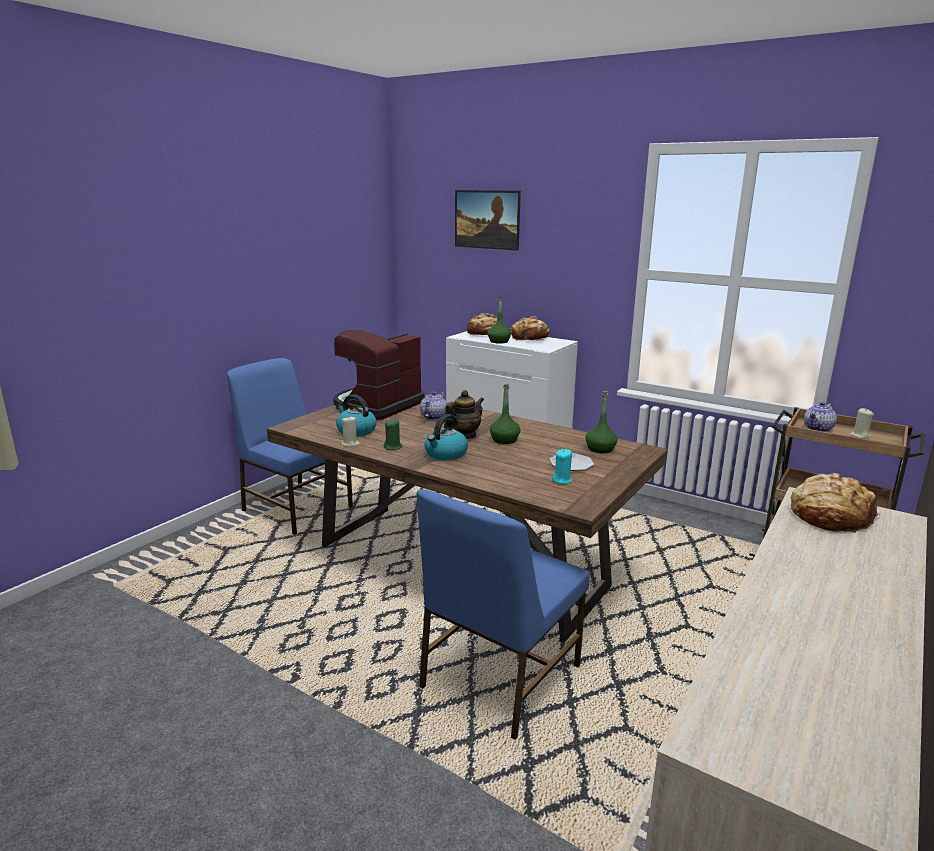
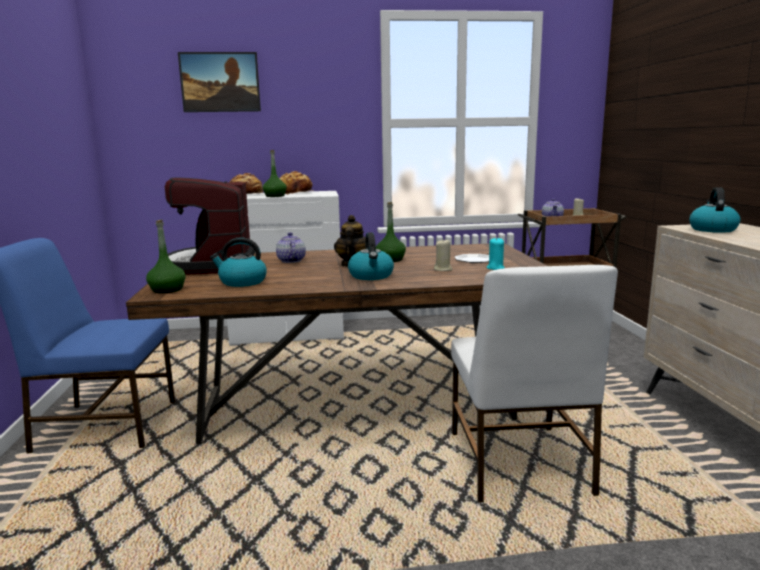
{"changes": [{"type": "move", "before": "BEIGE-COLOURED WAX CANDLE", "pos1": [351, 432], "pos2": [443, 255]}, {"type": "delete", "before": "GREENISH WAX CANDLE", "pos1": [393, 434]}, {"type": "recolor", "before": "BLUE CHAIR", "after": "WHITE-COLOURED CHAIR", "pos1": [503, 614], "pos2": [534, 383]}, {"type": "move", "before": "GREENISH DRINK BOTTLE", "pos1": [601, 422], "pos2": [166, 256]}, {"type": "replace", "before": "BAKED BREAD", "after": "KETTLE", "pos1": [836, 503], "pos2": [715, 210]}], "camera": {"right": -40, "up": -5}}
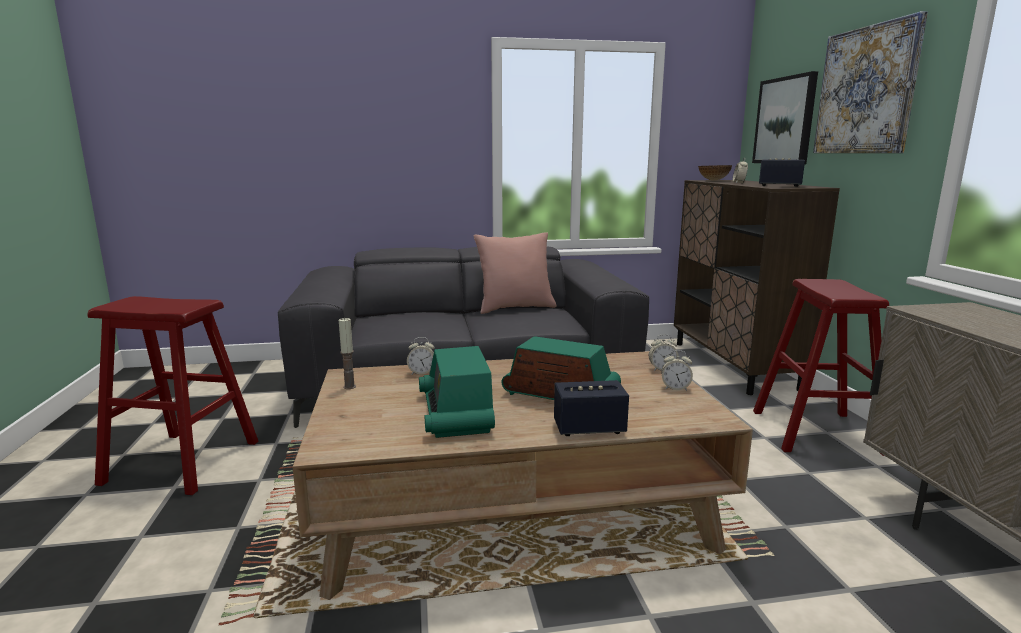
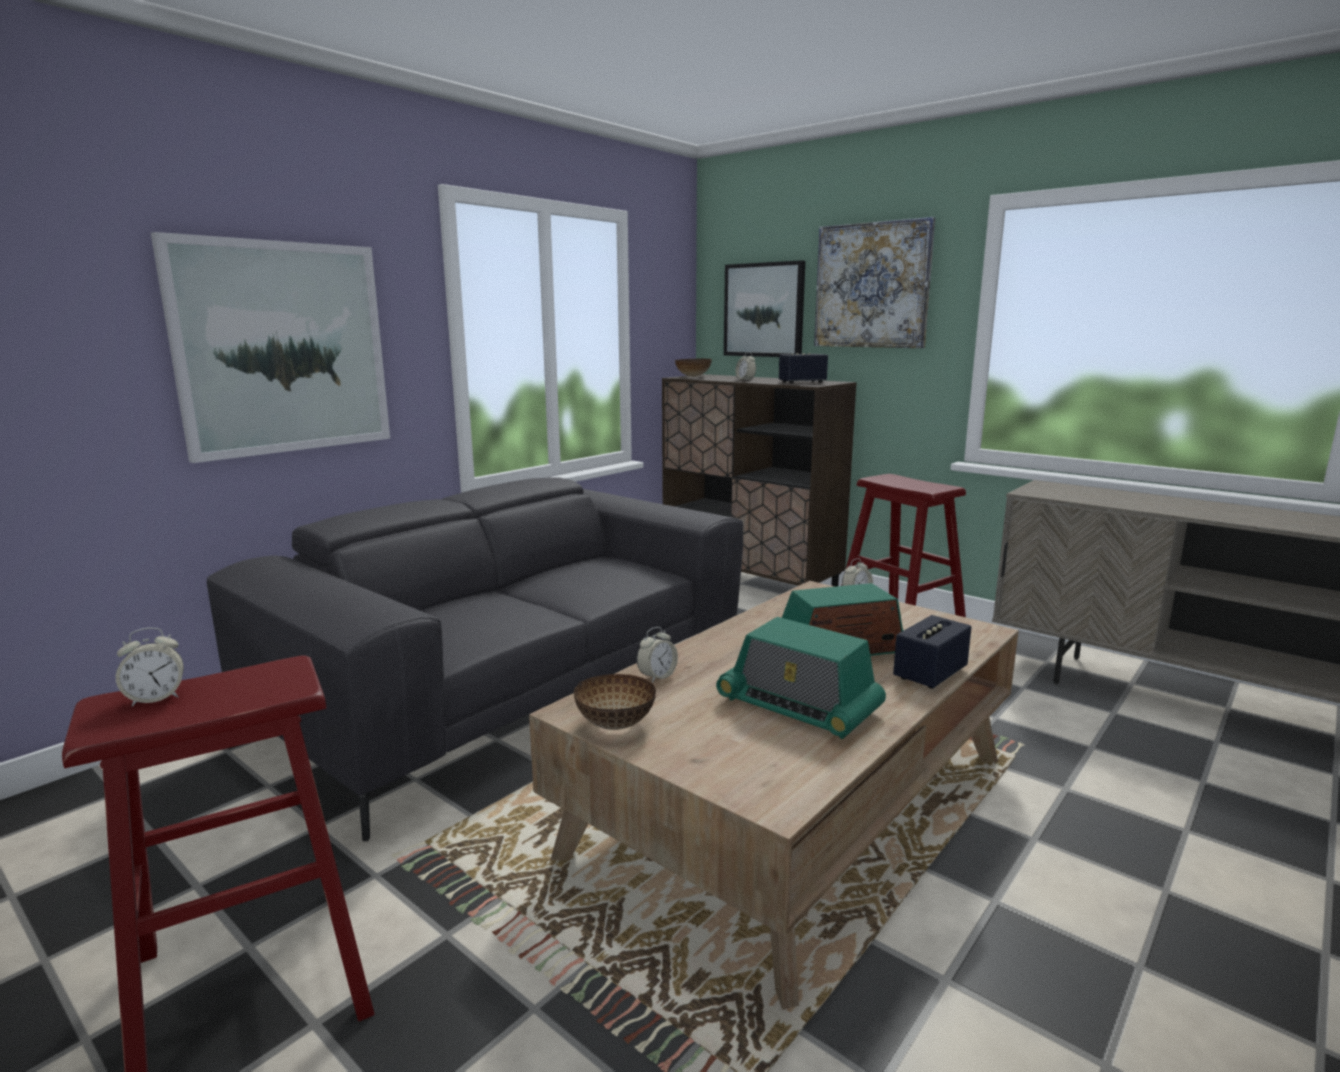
{"changes": [{"type": "replace", "before": "WAX CANDLE", "after": "BOWL", "pos1": [347, 353], "pos2": [615, 702]}, {"type": "delete", "before": "PINK-COLOURED THROW PILLOW", "pos1": [515, 273]}, {"type": "move", "before": "ALARM CLOCK", "pos1": [677, 370], "pos2": [150, 667]}, {"type": "insert", "after": "PICTURE", "pos2": [270, 347]}], "camera": {"right": -40, "up": 0}}
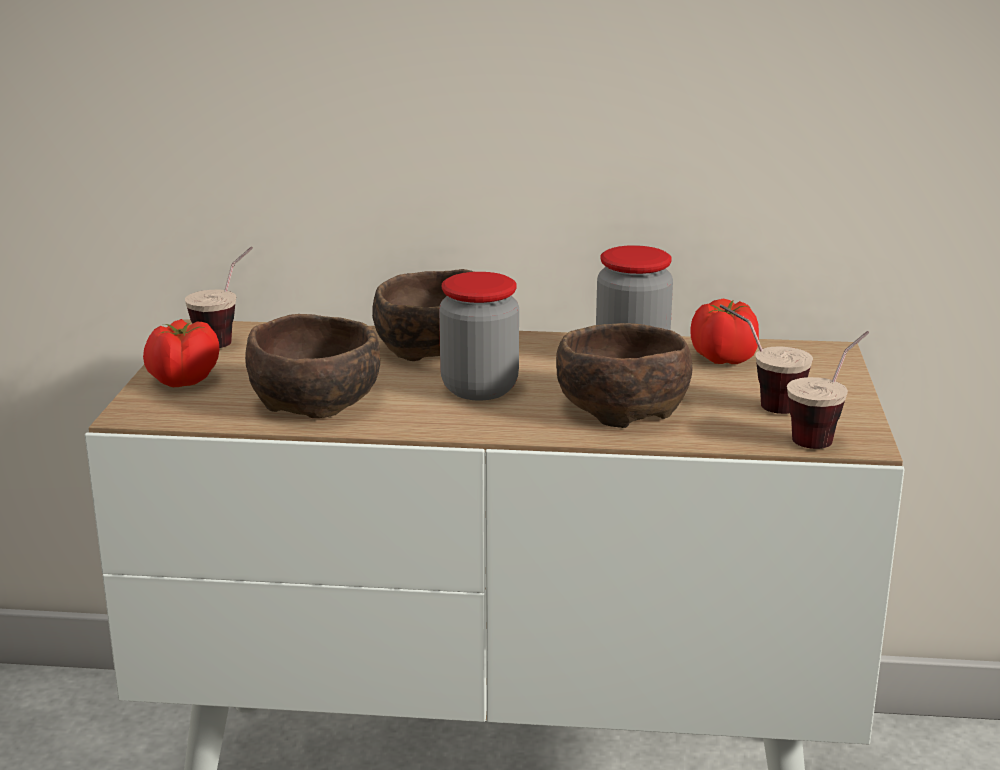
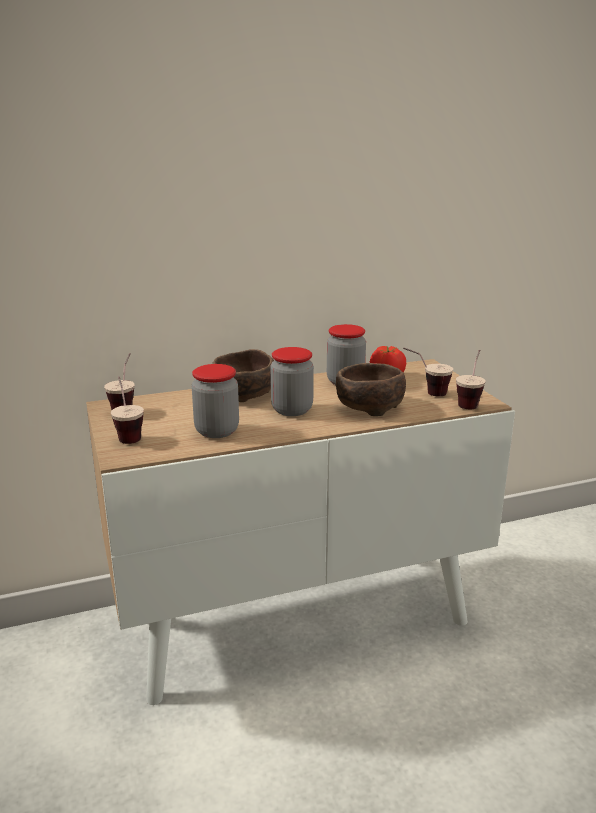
{"changes": [{"type": "replace", "before": "WHOLE TOMATO", "after": "CUP", "pos1": [181, 353], "pos2": [127, 410]}, {"type": "replace", "before": "BROWN BOWL", "after": "STORAGE JAR", "pos1": [312, 366], "pos2": [215, 401]}], "camera": {"right": -25, "up": 0}}
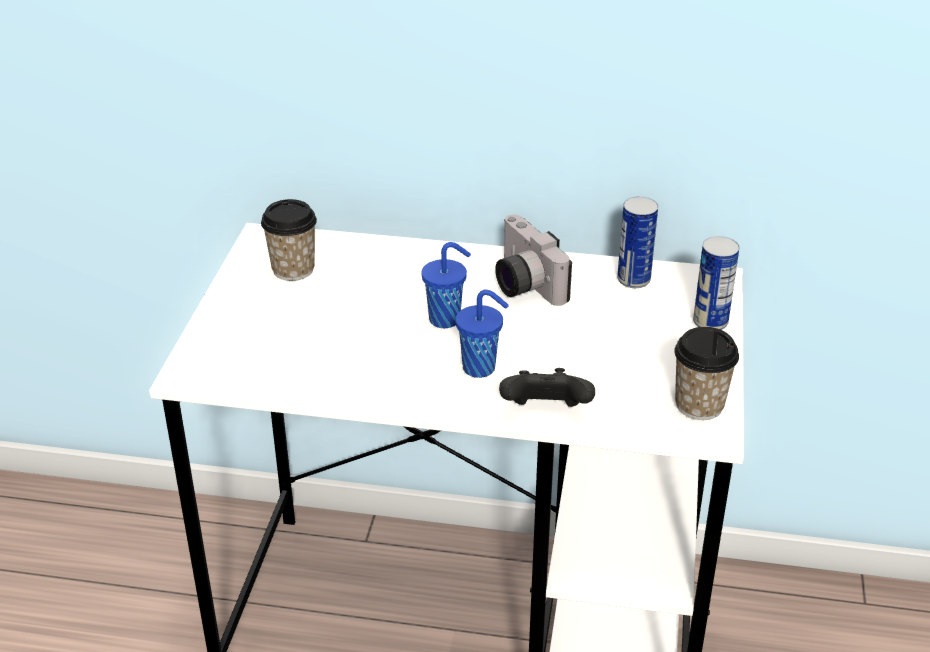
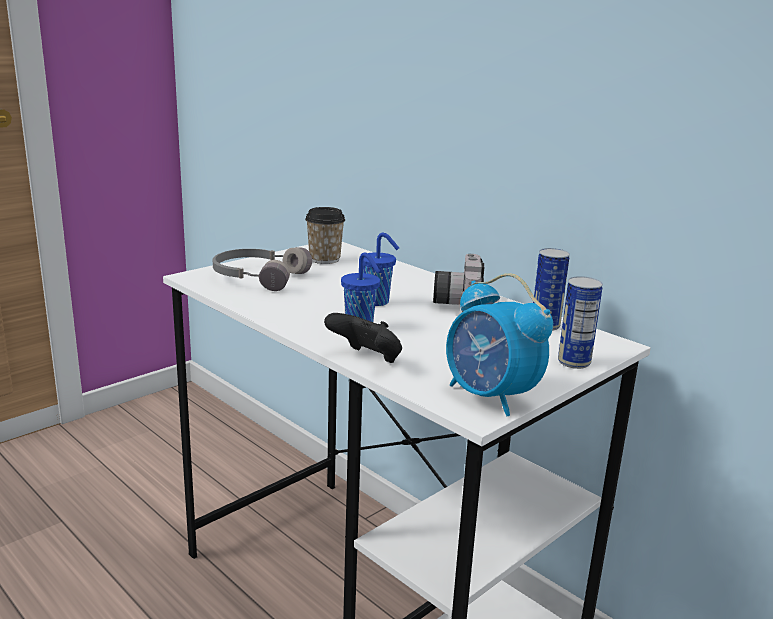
{"changes": [{"type": "replace", "before": "CUP", "after": "ALARM CLOCK", "pos1": [706, 373], "pos2": [499, 344]}, {"type": "insert", "after": "GRAY PAIR OF HEADPHONES", "pos2": [262, 269]}], "camera": {"right": 35, "up": -15}}
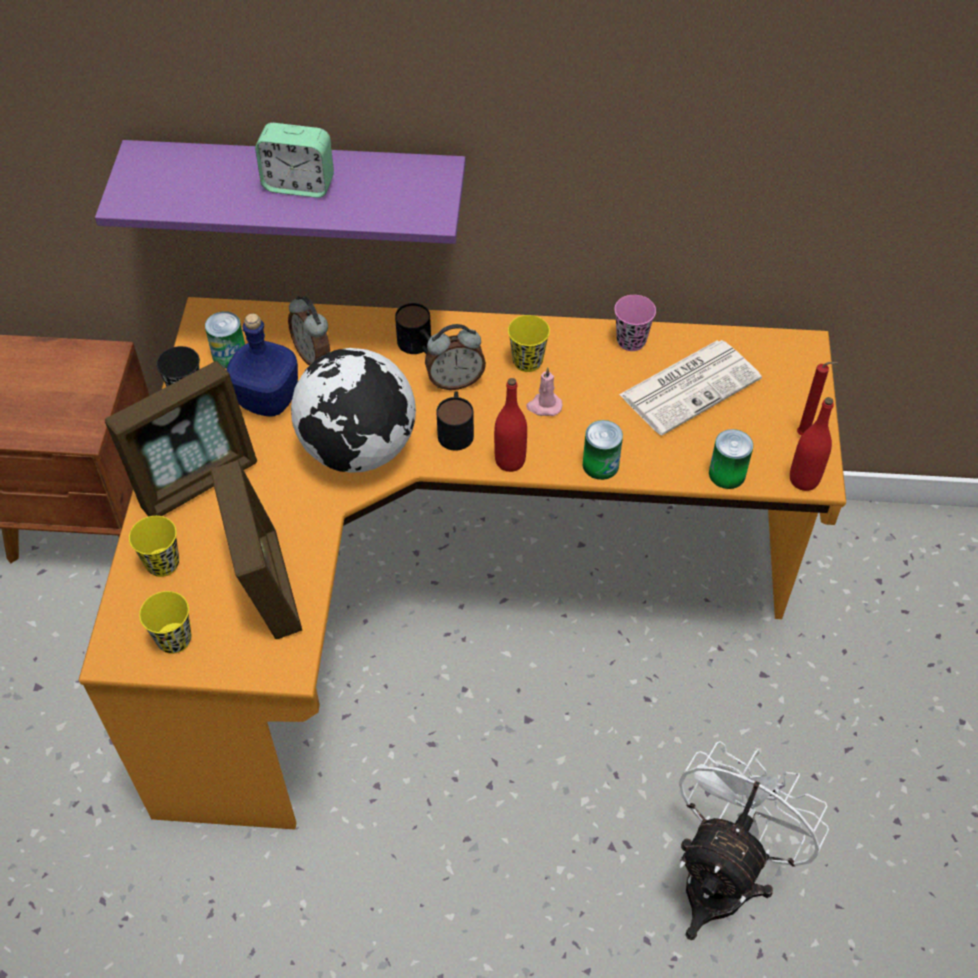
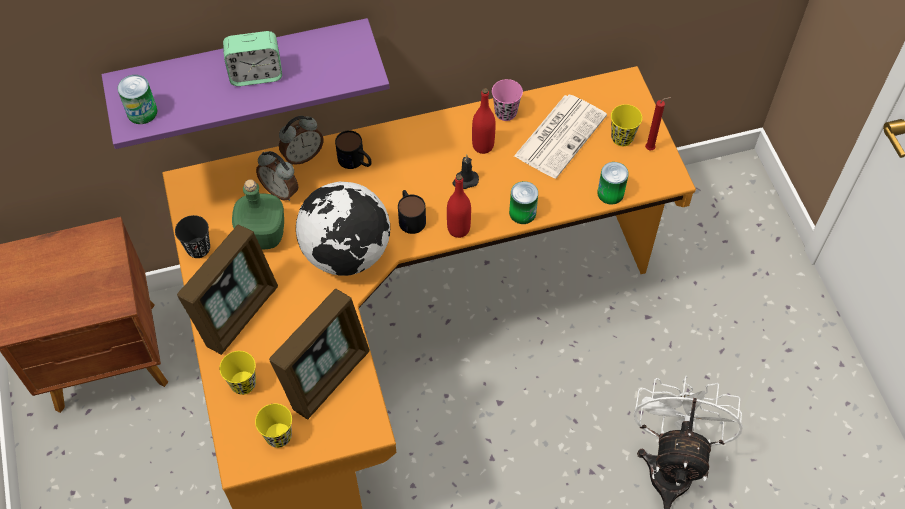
{"changes": [{"type": "move", "before": "SEALED CAN", "pos1": [225, 340], "pos2": [137, 99]}, {"type": "rotate", "before": "PICTURE FRAME", "pos1": [256, 549], "pos2": [319, 354], "turn": 75}, {"type": "recolor", "before": "BLUE DRINK BOTTLE", "after": "GREENISH DRINK BOTTLE", "pos1": [262, 365], "pos2": [258, 214]}, {"type": "move", "before": "ALARM CLOCK", "pos1": [455, 357], "pos2": [301, 140]}, {"type": "move", "before": "YELLOW-COLOURED CUP", "pos1": [529, 343], "pos2": [626, 125]}, {"type": "recolor", "before": "PINK-COLOURED WAX CANDLE", "after": "BLACK WAX CANDLE", "pos1": [544, 391], "pos2": [465, 172]}, {"type": "move", "before": "RED DRINK BOTTLE", "pos1": [812, 444], "pos2": [484, 121]}], "camera": {"right": -20, "up": 5}}
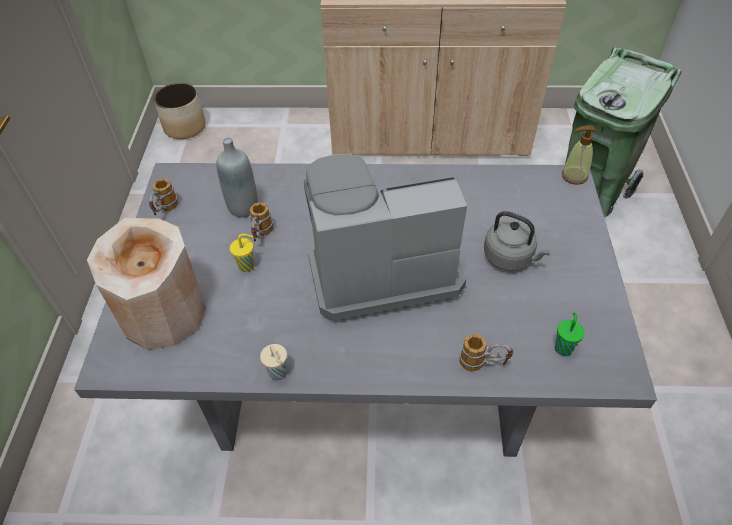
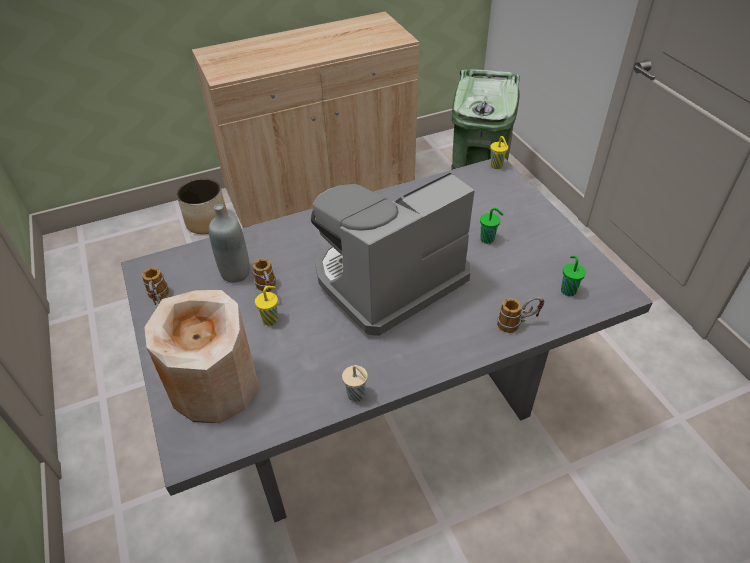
{"changes": [{"type": "move", "before": "FLOWER POT", "pos1": [180, 111], "pos2": [202, 206]}, {"type": "replace", "before": "GRAY KETTLE", "after": "GREENISH CUP", "pos1": [517, 241], "pos2": [492, 226]}, {"type": "replace", "before": "SOAP BOTTLE", "after": "YELLOW-COLOURED CUP", "pos1": [579, 155], "pos2": [499, 152]}], "camera": {"right": -25, "up": -5}}
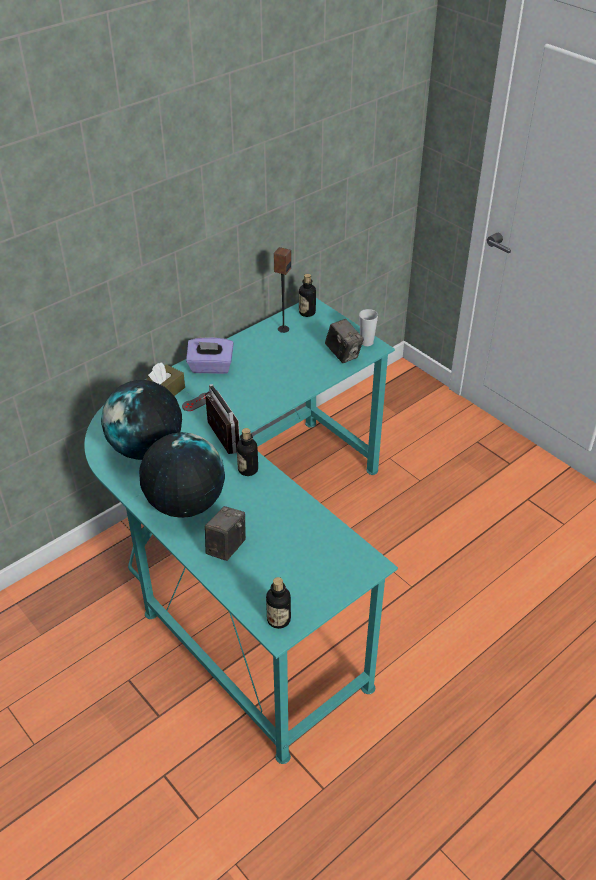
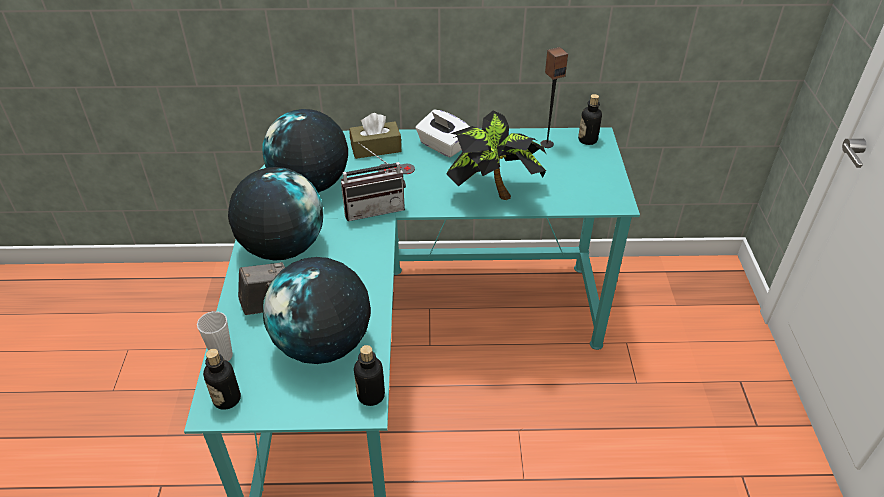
{"changes": [{"type": "recolor", "before": "PURPLE TISSUE HOLDER", "after": "WHITE-COLOURED TISSUE HOLDER", "pos1": [210, 355], "pos2": [442, 134]}, {"type": "rotate", "before": "RADIO SET", "pos1": [220, 419], "pos2": [373, 182], "turn": 60}, {"type": "move", "before": "DRINK BOTTLE", "pos1": [247, 452], "pos2": [369, 375]}, {"type": "delete", "before": "STILL CAMERA", "pos1": [344, 341]}, {"type": "move", "before": "CUP", "pos1": [368, 327], "pos2": [215, 336]}, {"type": "insert", "after": "DESK GLOBE", "pos2": [317, 310]}, {"type": "insert", "after": "POTTED PLANT", "pos2": [496, 155]}], "camera": {"right": 40, "up": 0}}
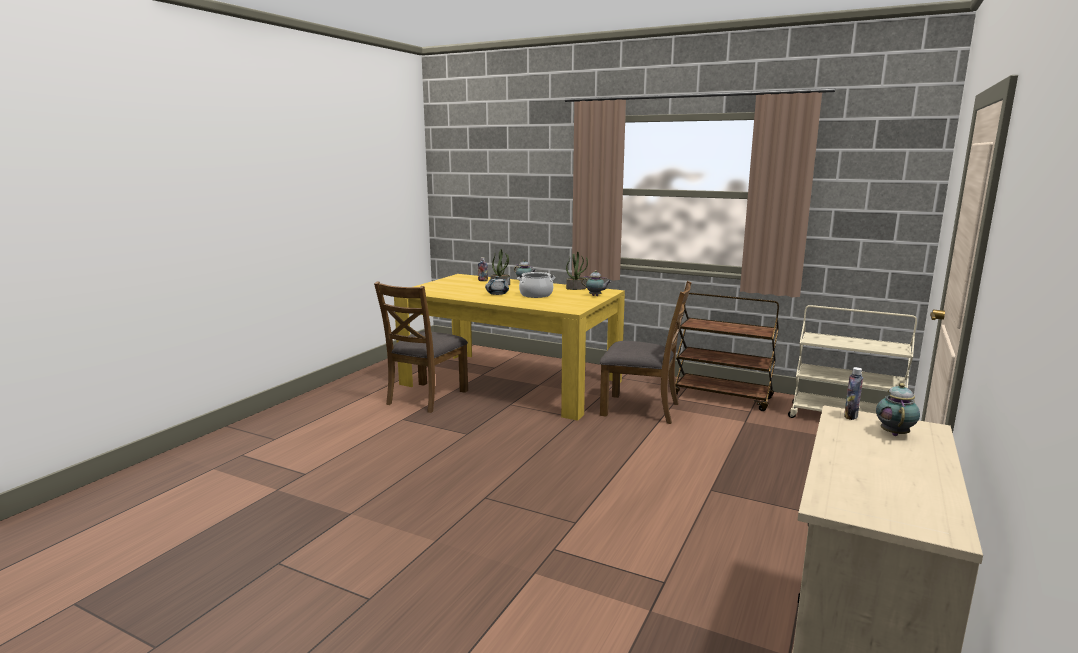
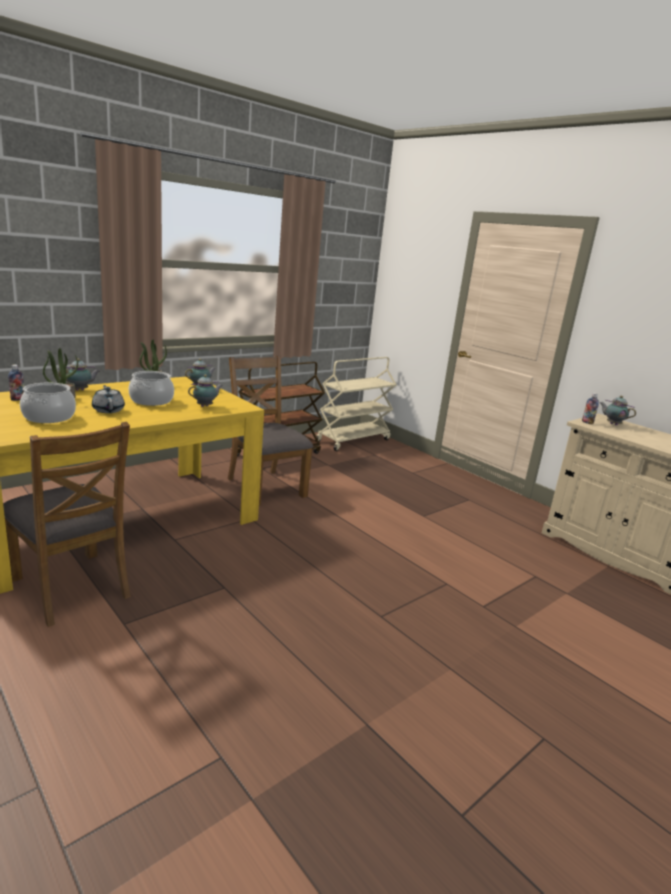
{"changes": [{"type": "rotate", "before": "BROWN CHAIR", "pos1": [646, 352], "pos2": [270, 431], "turn": -75}, {"type": "insert", "after": "STOCKPOT", "pos2": [48, 403]}, {"type": "insert", "after": "POT FOR TEA", "pos2": [205, 390]}], "camera": {"right": -70, "up": 5}}
